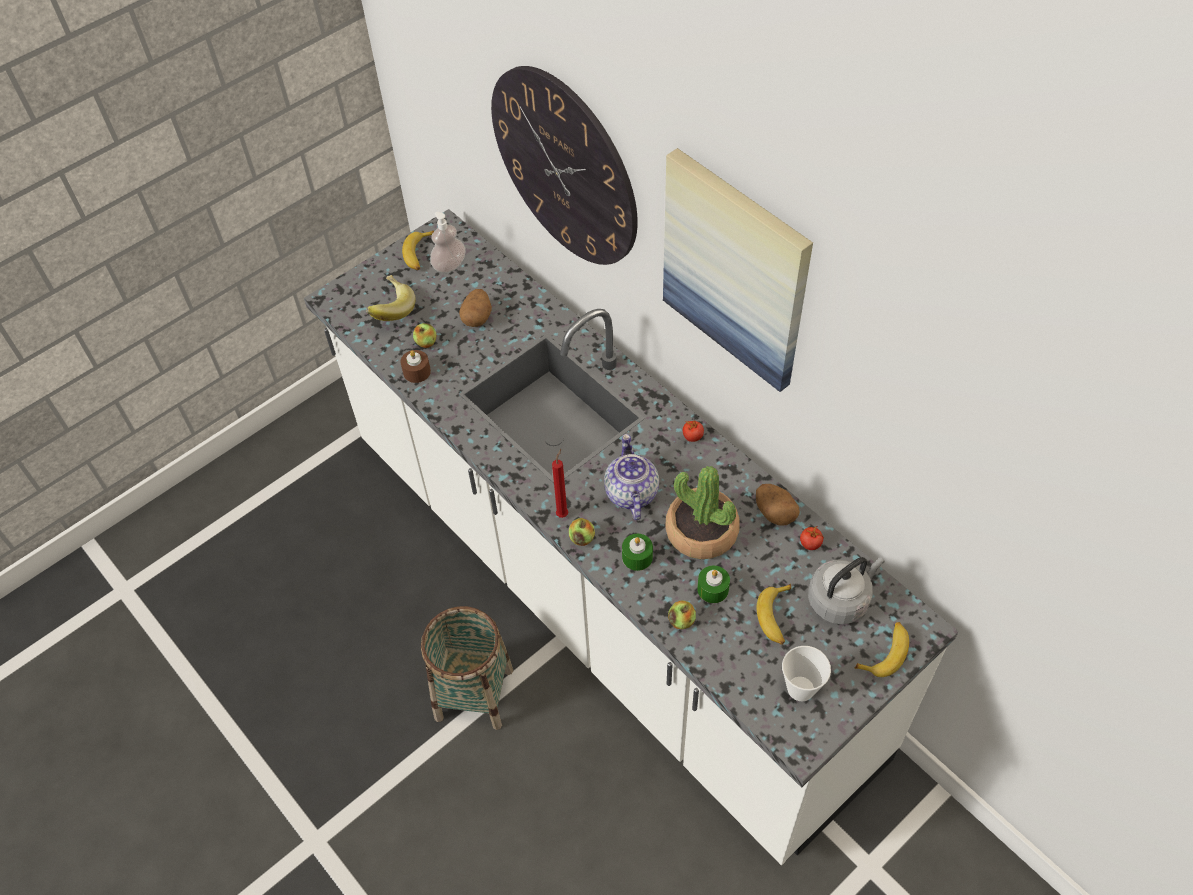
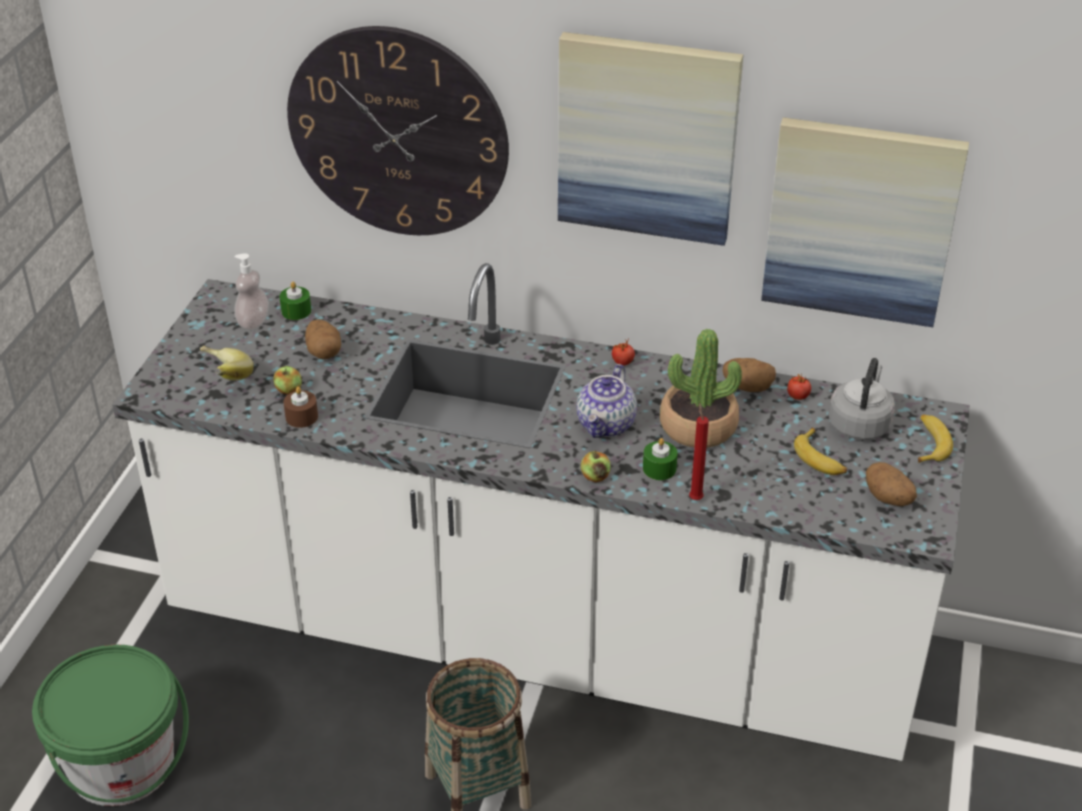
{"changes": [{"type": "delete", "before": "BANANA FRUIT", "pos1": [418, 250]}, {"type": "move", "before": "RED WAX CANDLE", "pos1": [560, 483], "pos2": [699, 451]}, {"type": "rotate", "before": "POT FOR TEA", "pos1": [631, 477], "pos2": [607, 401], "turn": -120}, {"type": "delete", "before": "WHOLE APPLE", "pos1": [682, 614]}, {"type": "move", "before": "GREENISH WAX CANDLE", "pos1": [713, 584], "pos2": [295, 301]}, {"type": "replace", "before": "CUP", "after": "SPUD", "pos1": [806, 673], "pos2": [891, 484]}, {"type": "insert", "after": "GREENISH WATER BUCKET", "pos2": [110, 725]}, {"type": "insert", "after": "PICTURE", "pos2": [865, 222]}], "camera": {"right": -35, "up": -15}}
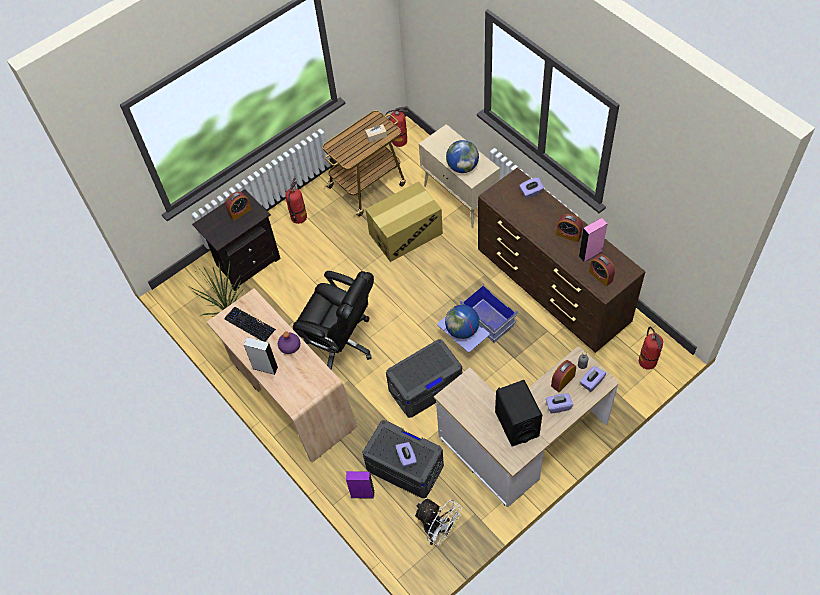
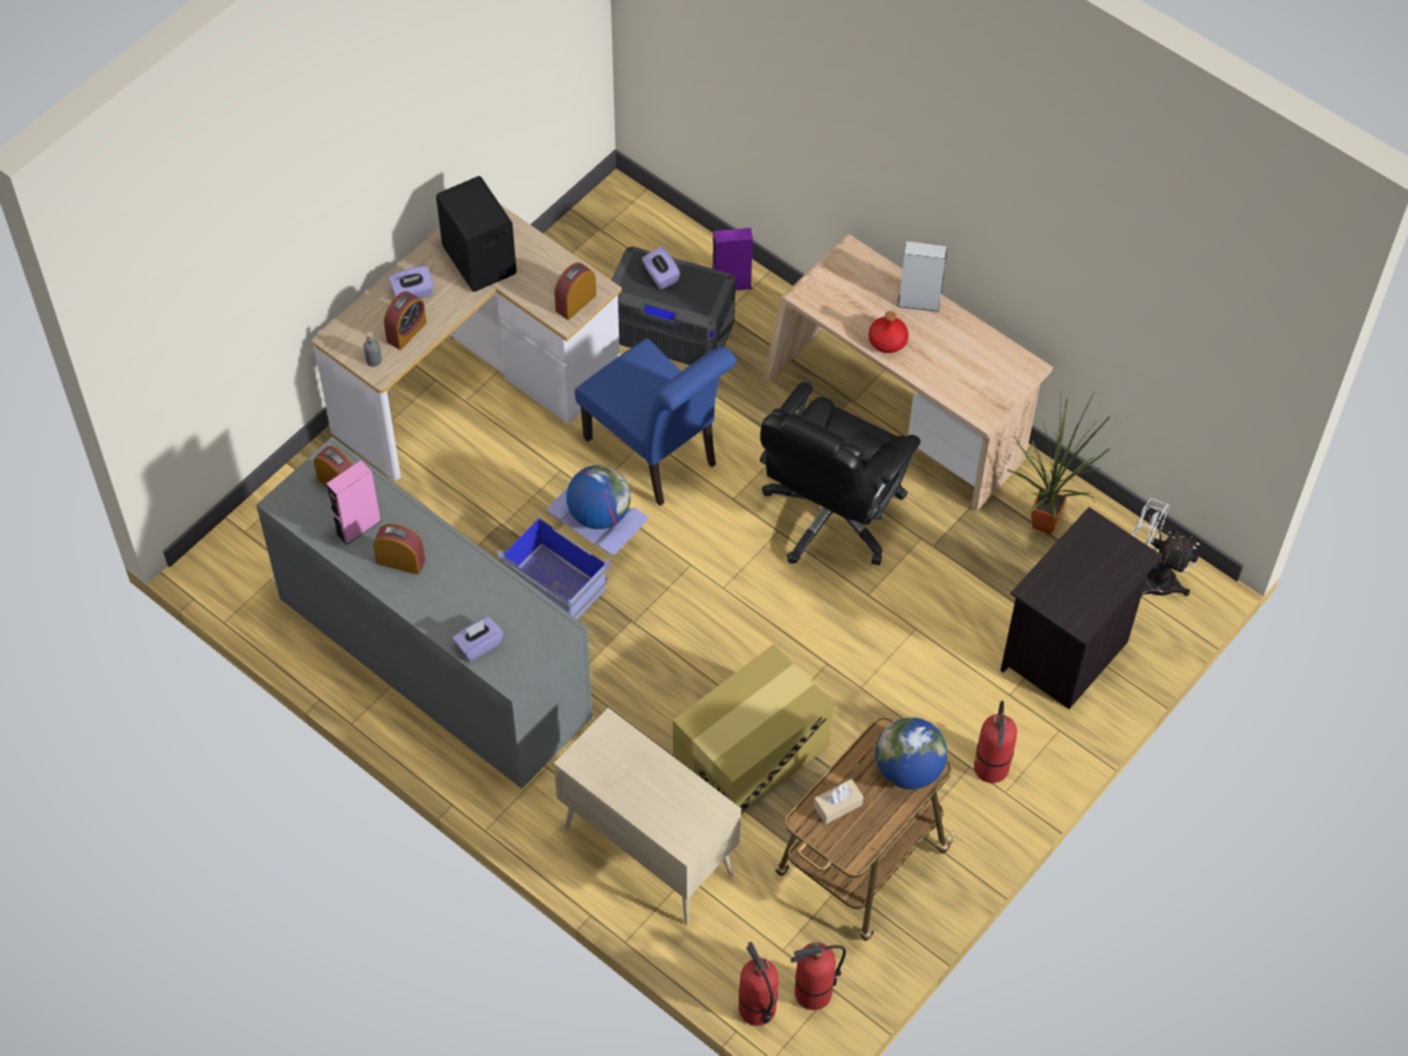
{"changes": [{"type": "delete", "before": "PC KEYBOARD", "pos1": [250, 324]}, {"type": "move", "before": "ALARM CLOCK", "pos1": [238, 206], "pos2": [575, 291]}, {"type": "recolor", "before": "PURPLE DRINK BOTTLE", "after": "RED DRINK BOTTLE", "pos1": [289, 343], "pos2": [889, 332]}, {"type": "rotate", "before": "BLACK OFFICE CHAIR", "pos1": [333, 320], "pos2": [840, 473], "turn": -75}, {"type": "replace", "before": "GRAY STORAGE BIN", "after": "BLUE CHAIR", "pos1": [424, 378], "pos2": [655, 422]}, {"type": "move", "before": "WHITE-COLOURED ELECTRIC FAN", "pos1": [438, 521], "pos2": [1166, 547]}, {"type": "move", "before": "DESK GLOBE", "pos1": [462, 156], "pos2": [911, 753]}, {"type": "recolor", "before": "BROWN CHEST OF DRAWERS", "after": "GRAY CHEST OF DRAWERS", "pos1": [562, 260], "pos2": [424, 613]}, {"type": "delete", "before": "PURPLE TISSUE HOLDER", "pos1": [593, 379]}, {"type": "move", "before": "FIRE-FIGHTING CYLINDER", "pos1": [651, 348], "pos2": [758, 984]}], "camera": {"right": 165, "up": 0}}
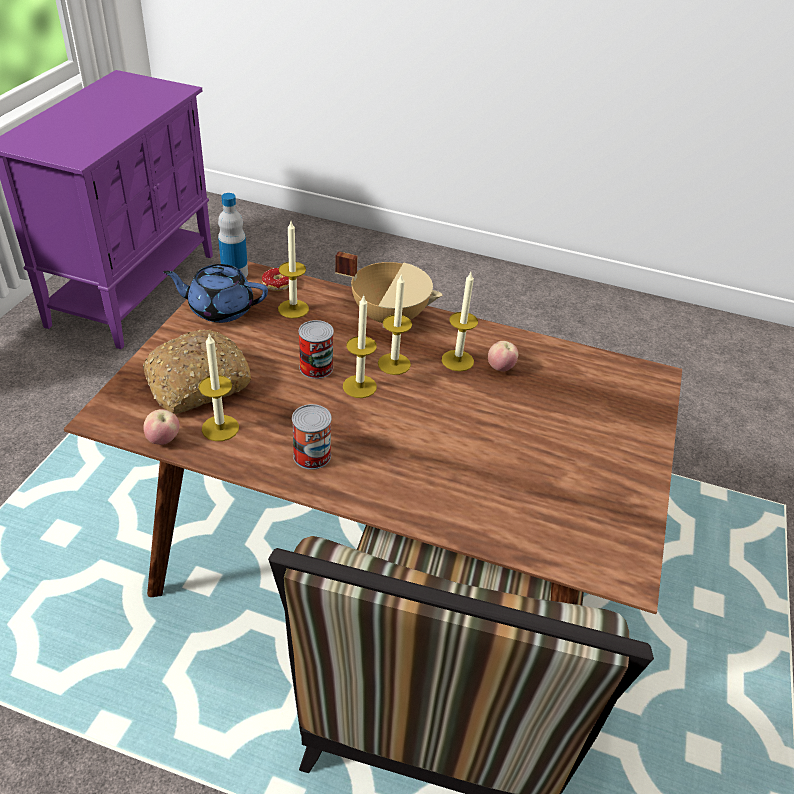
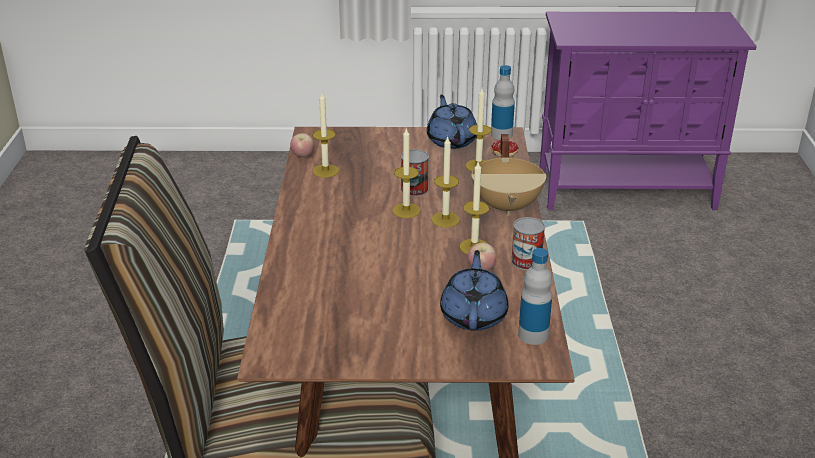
{"changes": [{"type": "delete", "before": "BAKED BREAD", "pos1": [197, 372]}, {"type": "move", "before": "SEALED CAN", "pos1": [312, 437], "pos2": [528, 243]}, {"type": "insert", "after": "BLUE POT FOR TEA", "pos2": [474, 290]}, {"type": "insert", "after": "DRINK BOTTLE", "pos2": [535, 296]}], "camera": {"right": 75, "up": -10}}
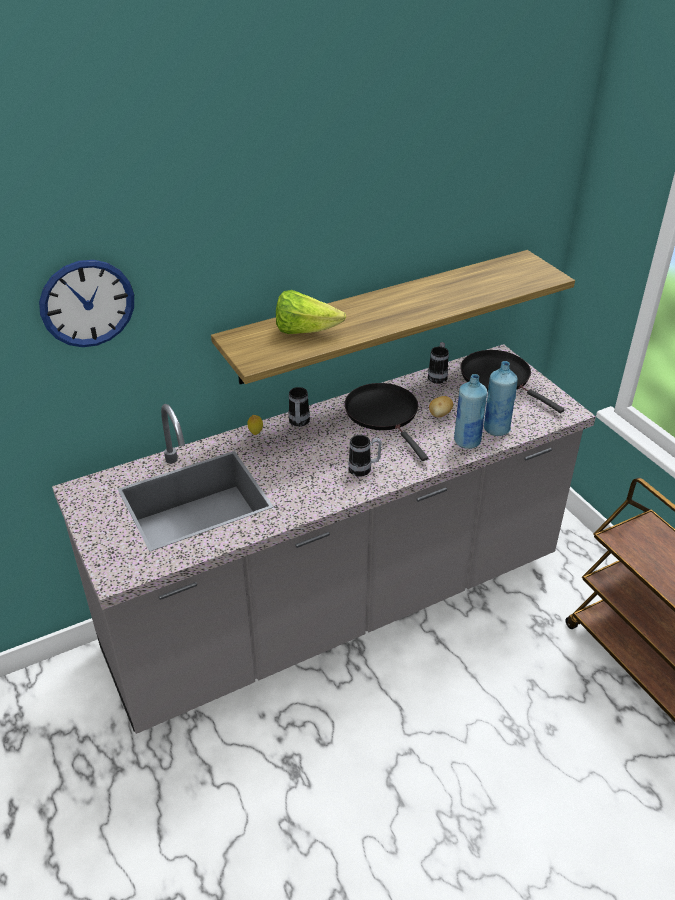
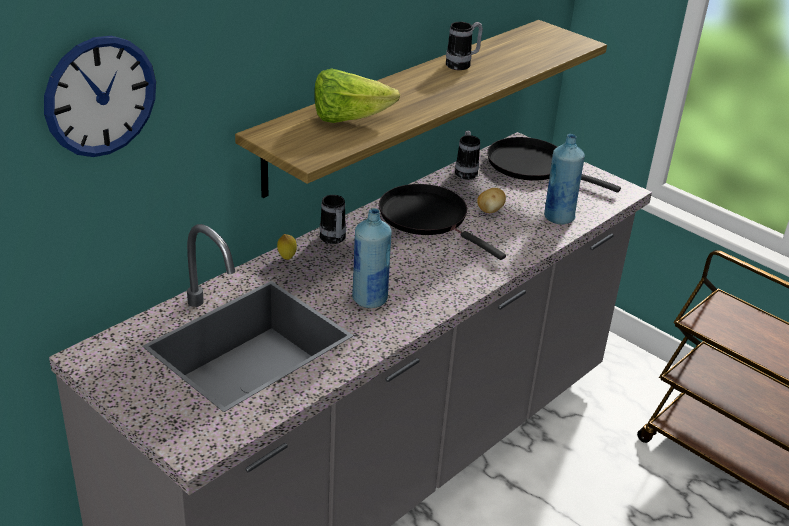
{"changes": [{"type": "move", "before": "MUG", "pos1": [365, 456], "pos2": [464, 46]}, {"type": "move", "before": "BLUE DRINK BOTTLE", "pos1": [470, 411], "pos2": [372, 258]}], "camera": {"right": -20, "up": -5}}
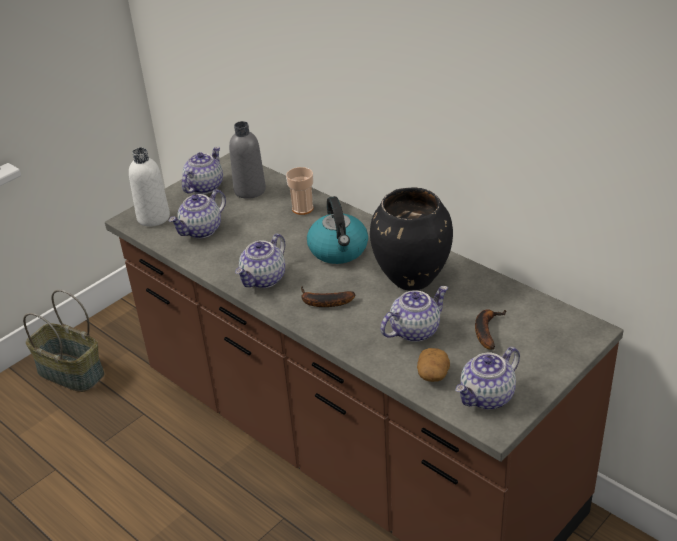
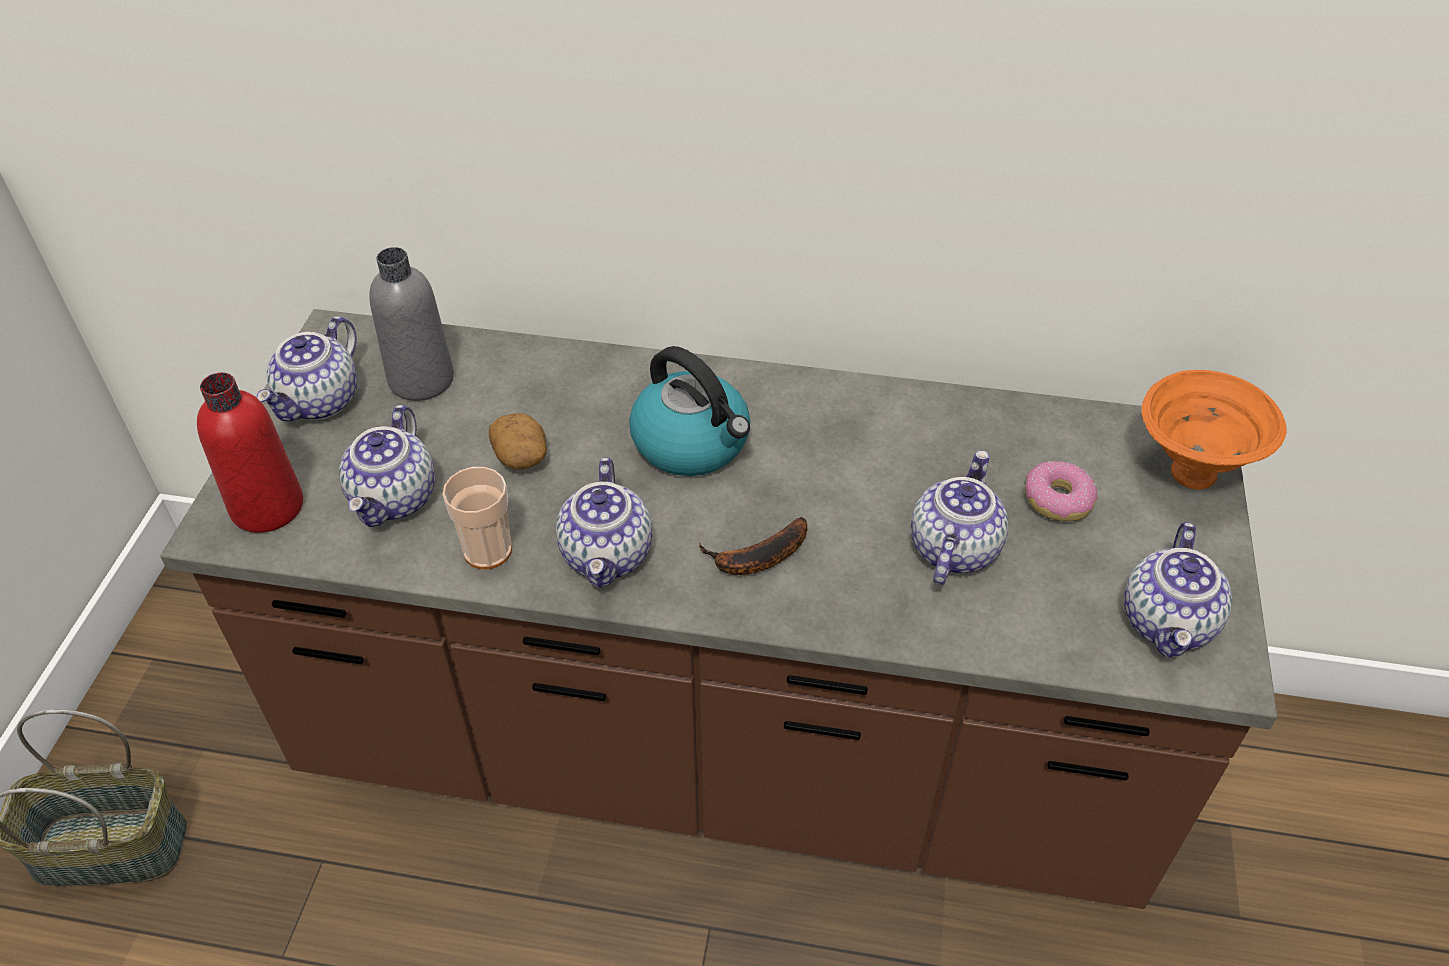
{"changes": [{"type": "recolor", "before": "WHITE-COLOURED DRINK BOTTLE", "after": "RED DRINK BOTTLE", "pos1": [149, 187], "pos2": [250, 452]}, {"type": "rotate", "before": "POT FOR TEA", "pos1": [202, 170], "pos2": [307, 368], "turn": -150}, {"type": "move", "before": "CUP", "pos1": [300, 191], "pos2": [477, 518]}, {"type": "delete", "before": "BLACK DECORATIVE VASE", "pos1": [411, 239]}, {"type": "move", "before": "SPUD", "pos1": [433, 365], "pos2": [518, 441]}, {"type": "replace", "before": "BANANA FRUIT", "after": "DONUT", "pos1": [491, 329], "pos2": [1061, 491]}, {"type": "insert", "after": "ORANGEY BOWL", "pos2": [1214, 430]}], "camera": {"right": -35, "up": 10}}
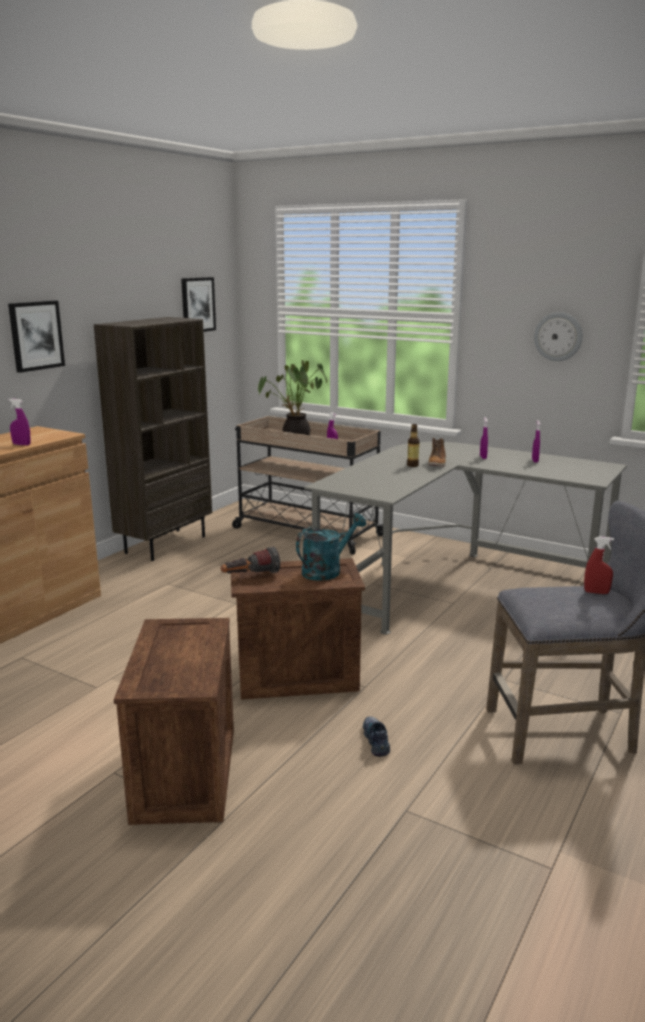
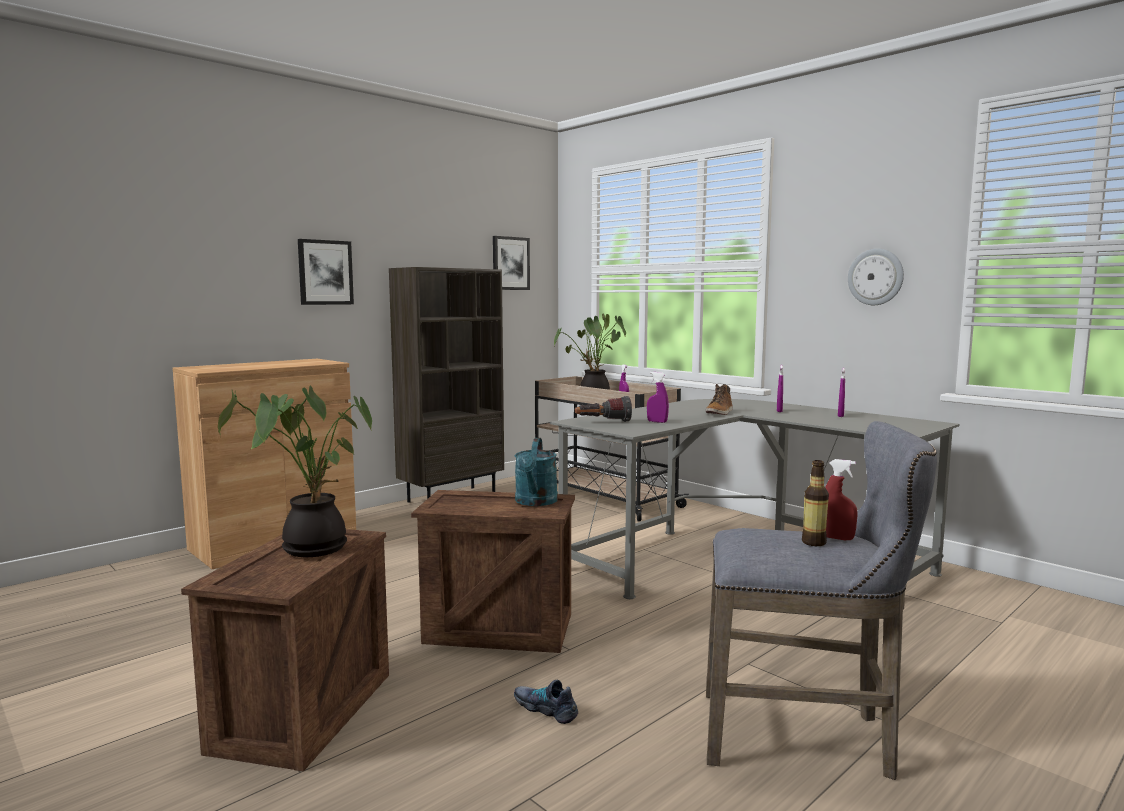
{"changes": [{"type": "move", "before": "PURPLE SPRAYER", "pos1": [20, 422], "pos2": [658, 397]}, {"type": "move", "before": "TORCH", "pos1": [250, 560], "pos2": [603, 409]}, {"type": "rotate", "before": "TURQUOISE SPRINKLING CAN", "pos1": [331, 547], "pos2": [536, 472], "turn": 120}, {"type": "rotate", "before": "LOW SHOE", "pos1": [376, 736], "pos2": [546, 702], "turn": -60}, {"type": "move", "before": "DRINK BOTTLE", "pos1": [413, 445], "pos2": [815, 503]}, {"type": "insert", "after": "POTTED PLANT", "pos2": [295, 471]}], "camera": {"right": 15, "up": -10}}
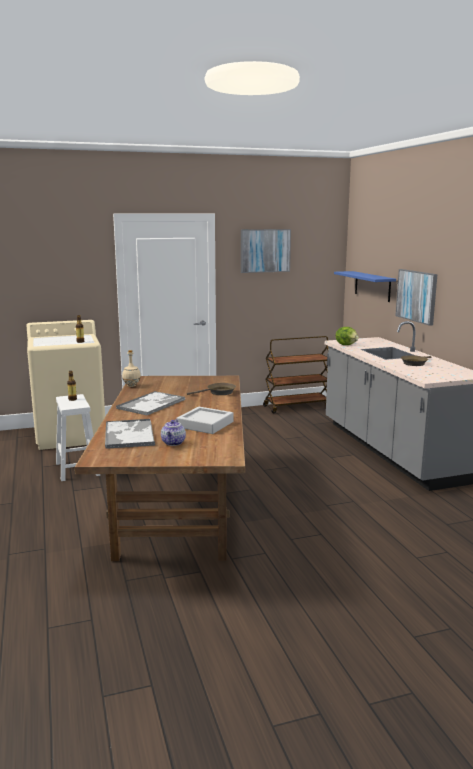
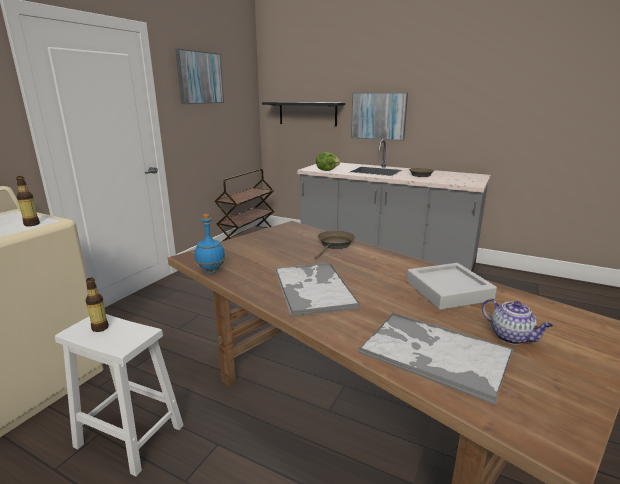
{"changes": [{"type": "recolor", "before": "BEIGE-COLOURED DRINK BOTTLE", "after": "BLUE DRINK BOTTLE", "pos1": [131, 368], "pos2": [210, 243]}, {"type": "recolor", "before": "BLUE WALL SHELF", "after": "BLACK WALL SHELF", "pos1": [365, 286], "pos2": [303, 114]}], "camera": {"right": -45, "up": 5}}
